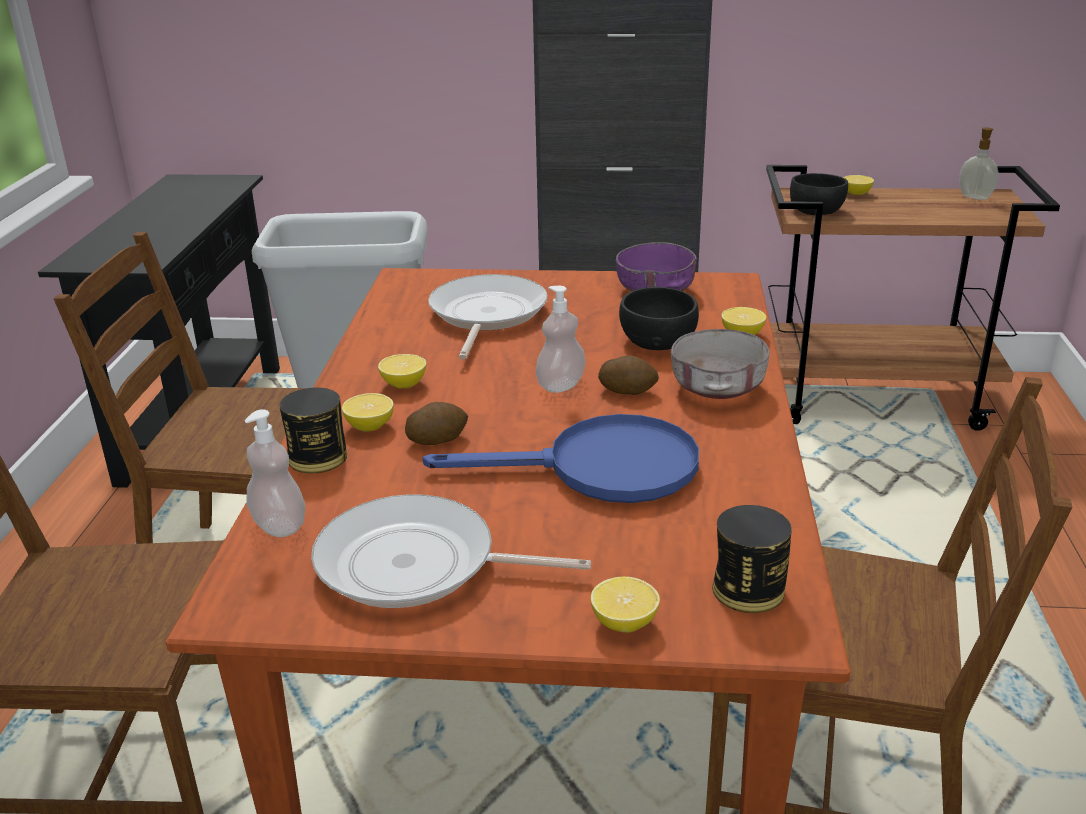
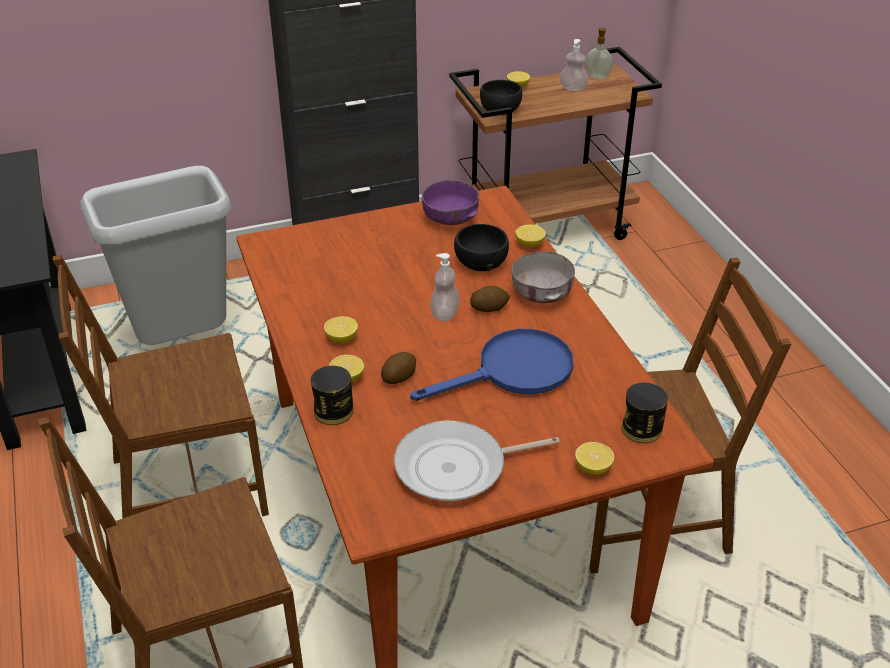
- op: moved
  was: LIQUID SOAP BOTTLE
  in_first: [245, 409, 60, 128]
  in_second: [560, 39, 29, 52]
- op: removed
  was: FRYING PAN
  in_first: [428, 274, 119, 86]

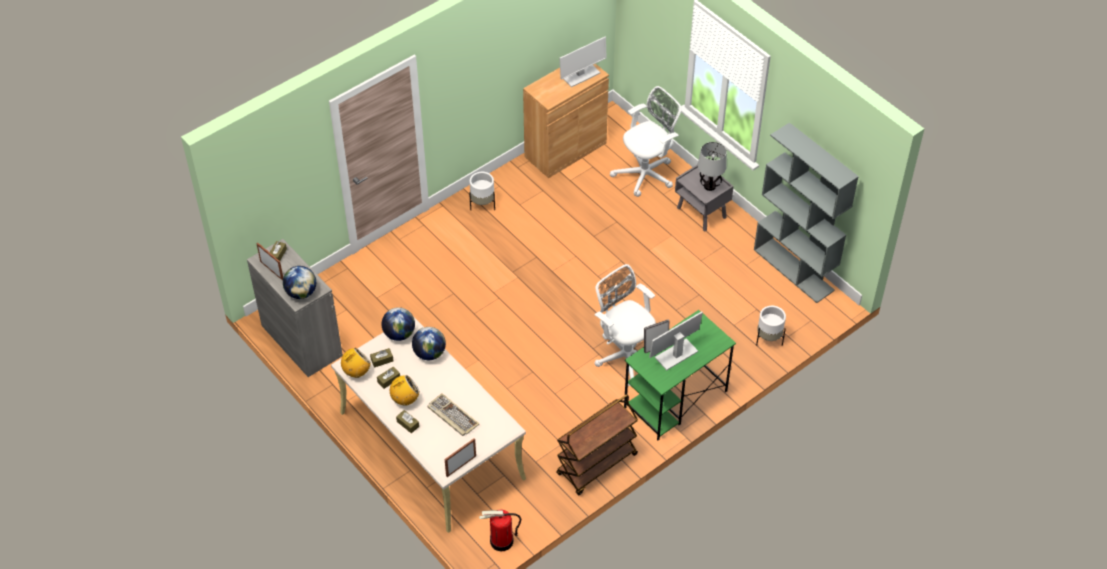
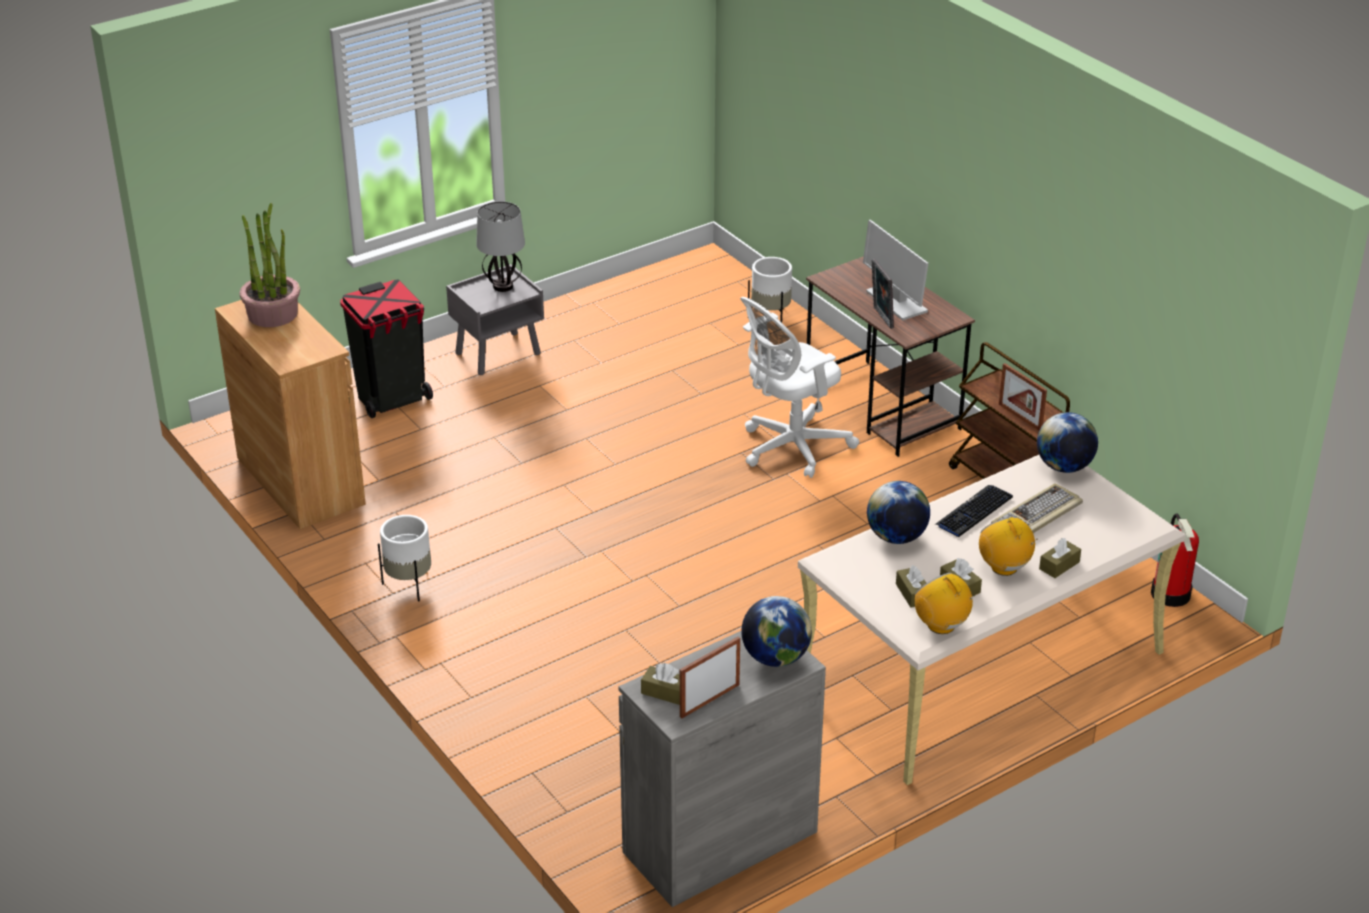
- op: moved
  was: GLOBE
  in_first: [382, 307, 33, 34]
  in_second: [1037, 412, 61, 61]
- op: moved
  was: PICTURE FRAME
  in_first: [445, 439, 31, 38]
  in_second: [999, 363, 48, 68]
- op: replaced
  was: COMPUTER SCREEN
  now: PLANT IN A POT
  in_first: [559, 37, 48, 50]
  in_second: [240, 203, 60, 124]
- op: replaced
  was: WHITE-COLOURED COMPUTER CHAIR
  now: BLACK WASTE BIN
  in_first: [609, 86, 73, 111]
  in_second: [340, 279, 93, 139]
- op: recoloured
  was: GREEN DESK TABLE
  now: BROWN DESK TABLE
  in_first: [624, 310, 112, 131]
  in_second: [806, 256, 169, 201]
- op: removed
  was: GREYISH BOOKCASE
  in_first: [754, 122, 105, 181]
- op: added
  now: KEYBOARD
  in_second: [935, 485, 78, 52]

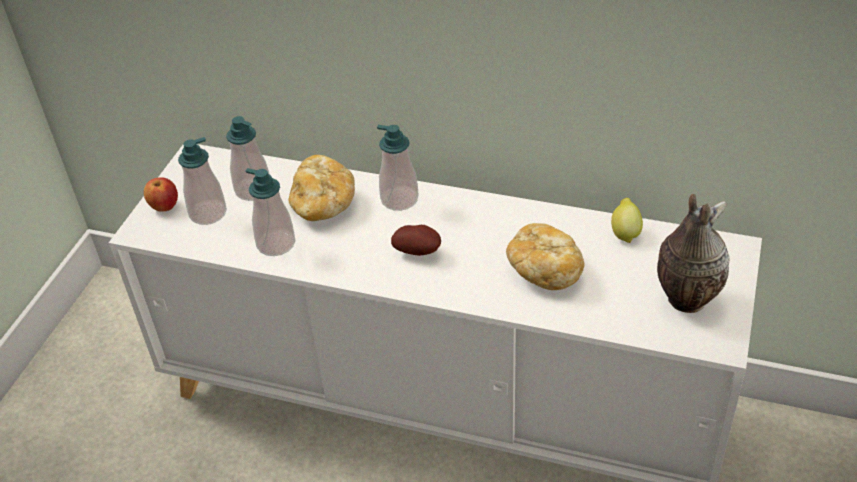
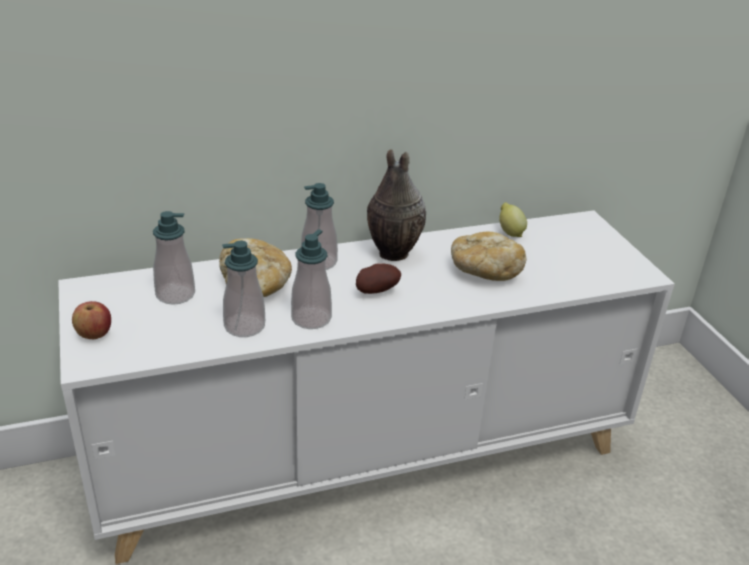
- op: moved
  was: LIQUID SOAP BOTTLE
  in_first: [178, 137, 49, 88]
  in_second: [291, 229, 41, 100]
- op: moved
  was: DECORATIVE VASE
  in_first: [657, 194, 72, 119]
  in_second: [367, 149, 59, 112]

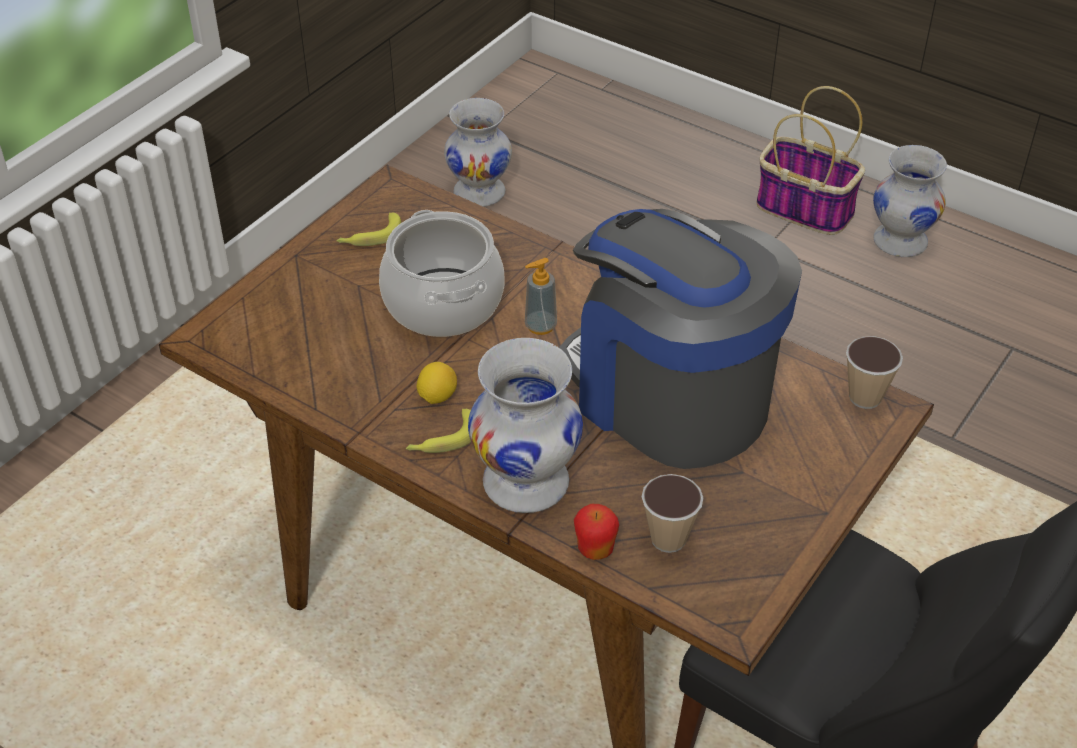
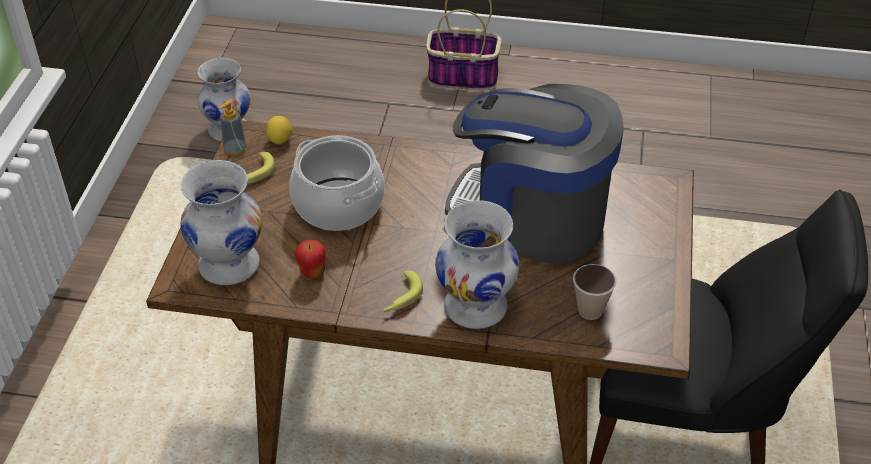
- op: moved
  was: WHOLE LEMON
  in_first: [417, 362, 40, 42]
  in_second: [266, 116, 26, 28]
- op: moved
  was: LIQUID SOAP BOTTLE
  in_first: [525, 258, 32, 77]
  in_second: [219, 99, 28, 57]
- op: moved
  was: APPLE FRUIT
  in_first: [574, 504, 45, 56]
  in_second: [295, 240, 31, 39]
- op: removed
  was: DRINKING CUP
  in_first: [846, 336, 57, 73]
- op: moved
  was: WHITE-COLOURED DECORATIVE VASE
  in_first: [873, 145, 74, 112]
  in_second: [180, 160, 83, 125]

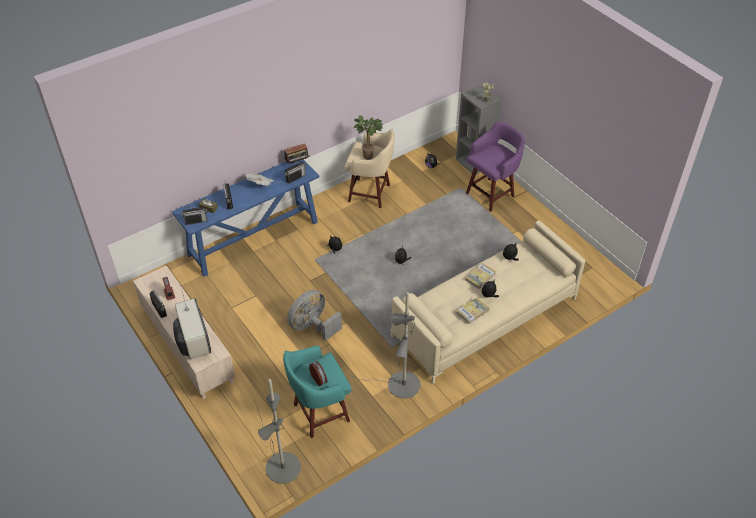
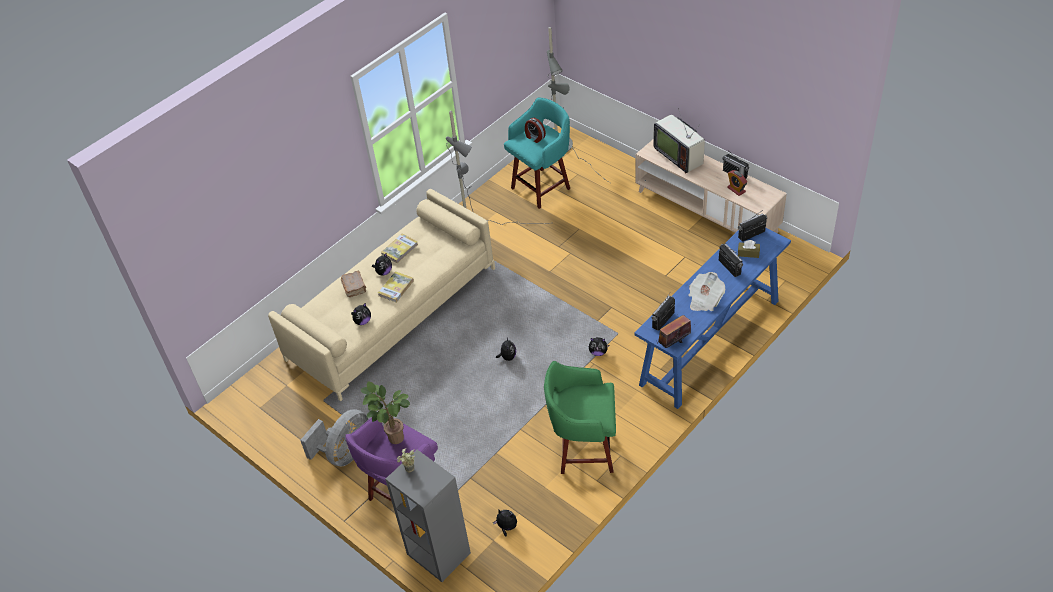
- op: moved
  was: GREYISH COOLING FAN
  in_first: [287, 290, 55, 51]
  in_second: [300, 409, 69, 57]
- op: recoloured
  was: SAND-COLOURED STOOL
  now: GREEN STOOL
  in_first: [345, 129, 50, 79]
  in_second: [544, 361, 72, 113]
- op: moved
  was: PLANT IN A POT
  in_first: [354, 115, 29, 45]
  in_second: [360, 382, 50, 62]
- op: added
  now: BROWN BOUND BOOK
  in_second: [341, 271, 25, 26]

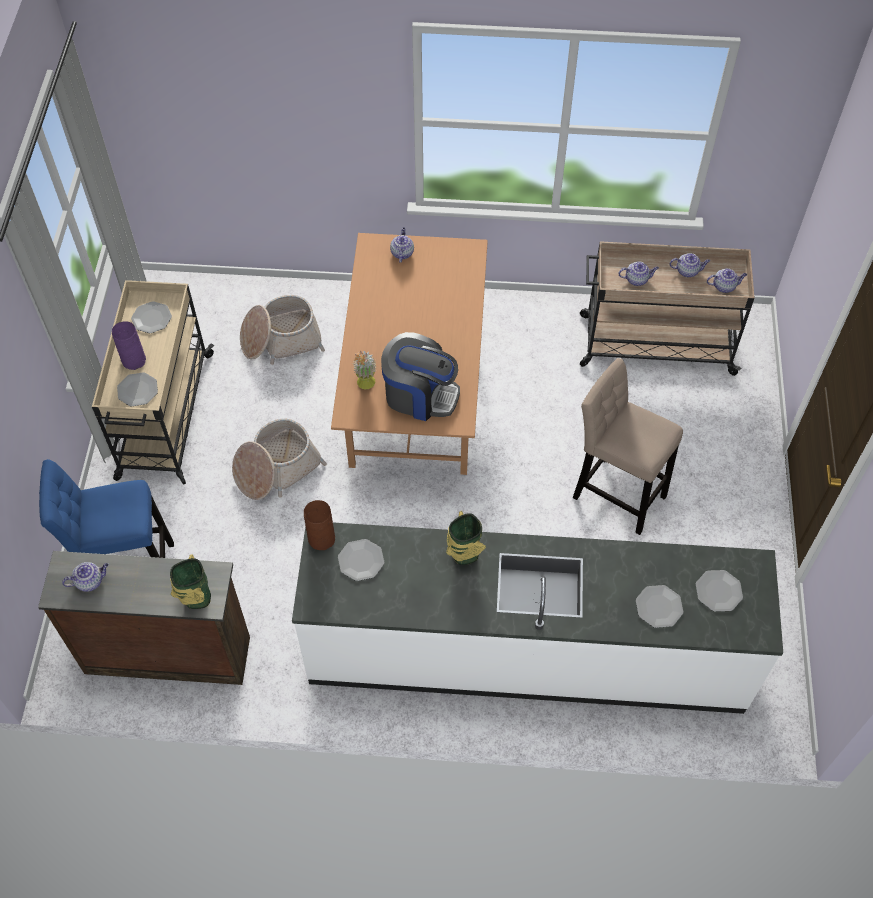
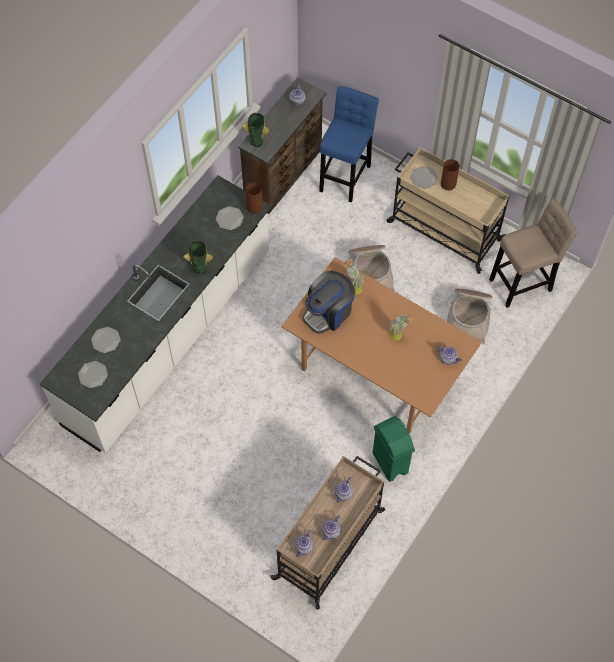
- op: recoloured
  was: PURPLE-COLOURED DECORATIVE VASE
  now: BROWN DECORATIVE VASE
  in_first: [112, 321, 34, 49]
  in_second: [441, 159, 18, 32]
- op: removed
  was: FLAT DISH
  in_first: [131, 301, 41, 32]
- op: moved
  was: SAND-COLOURED STOOL
  in_first: [573, 358, 110, 177]
  in_second: [489, 198, 89, 110]
- op: added
  now: GREEN WASTE BIN
  in_second: [373, 416, 42, 66]
- op: added
  now: PLANT IN A POT
  in_second: [389, 315, 24, 26]

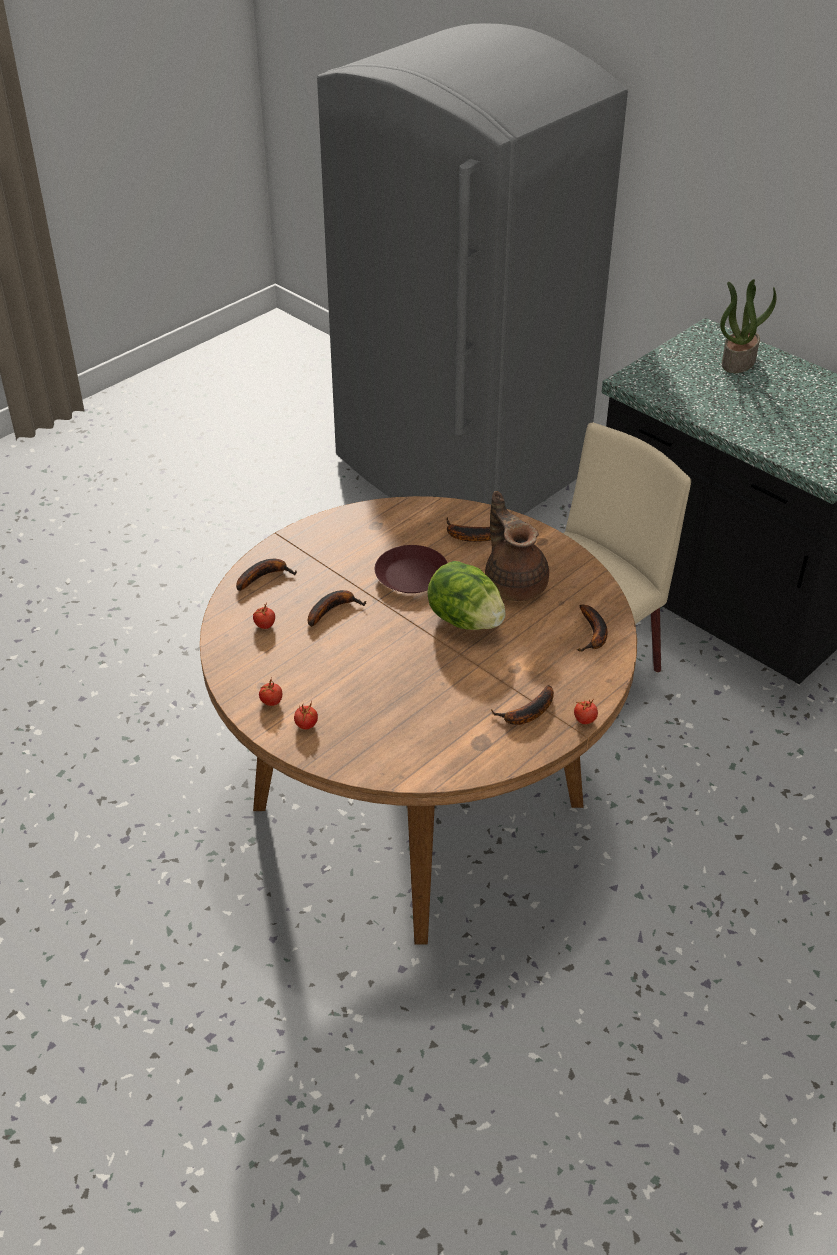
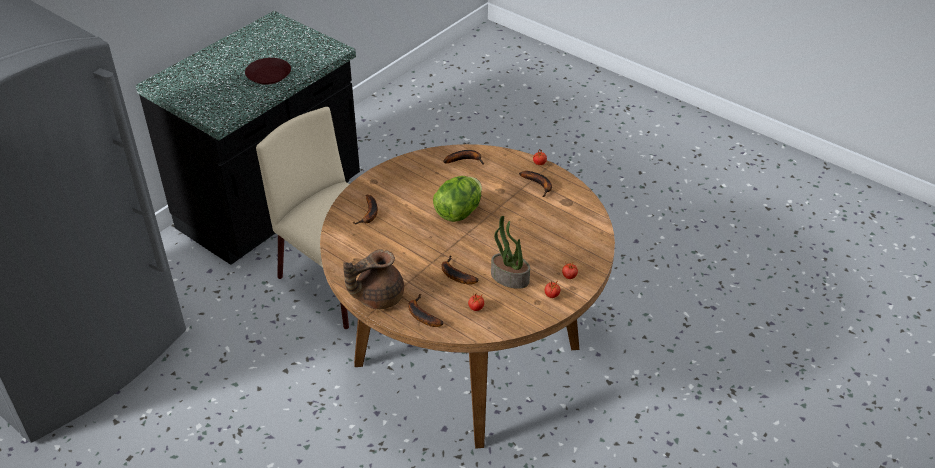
- op: moved
  was: BROWN FLAT DISH
  in_first: [375, 545, 73, 48]
  in_second: [245, 58, 46, 27]
- op: moved
  was: BROWN TEAPOT
  in_first: [485, 491, 64, 110]
  in_second: [343, 249, 61, 60]
- op: moved
  was: PLANT IN A POT
  in_first: [720, 279, 56, 94]
  in_second: [491, 216, 39, 73]

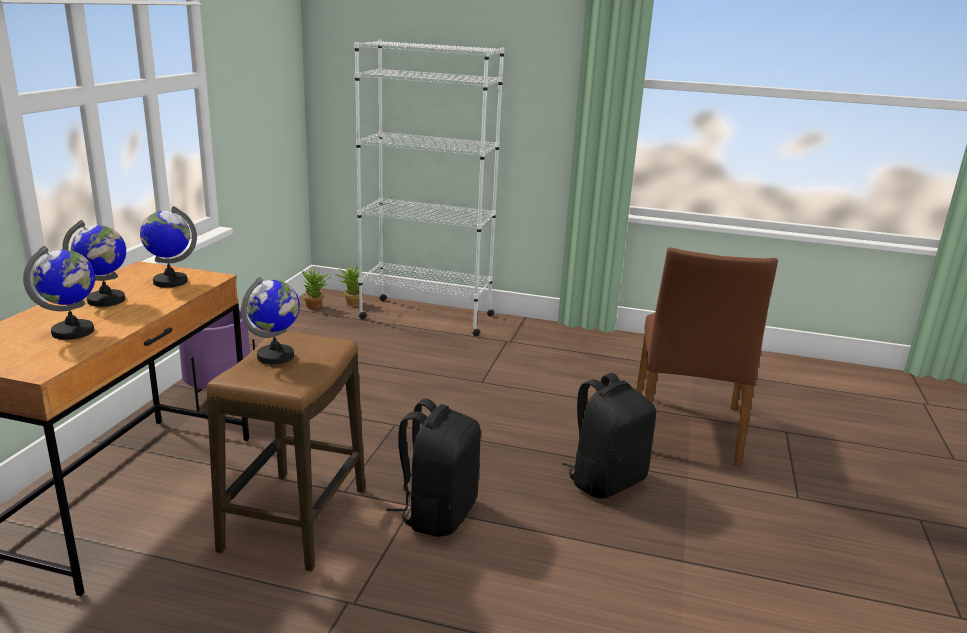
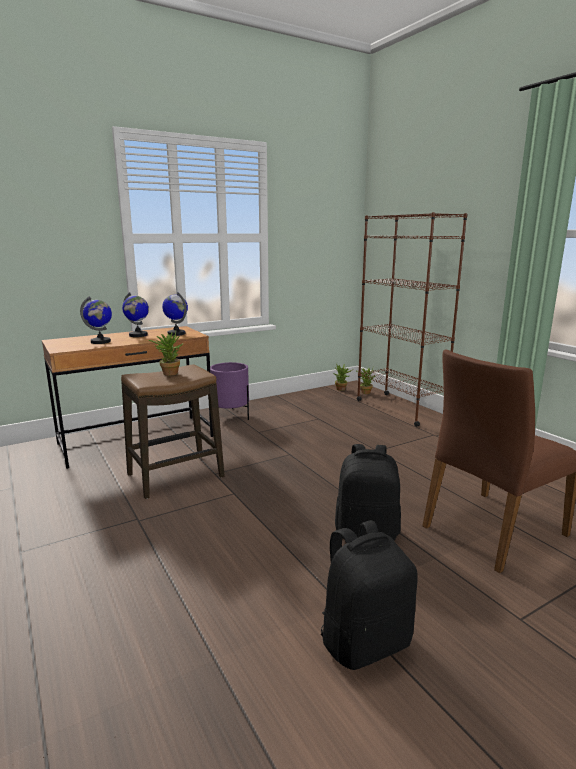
- op: replaced
  was: GLOBE
  now: PLANT IN A POT
  in_first: [241, 277, 59, 87]
  in_second: [149, 330, 35, 45]
- op: recoloured
  was: WHITE-COLOURED BOOKCASE
  now: BROWN BOOKCASE
  in_first: [354, 40, 151, 296]
  in_second: [357, 212, 110, 215]
- op: moved
  was: BLACK RUCKSACK
  in_first: [386, 399, 95, 138]
  in_second: [321, 520, 97, 150]

